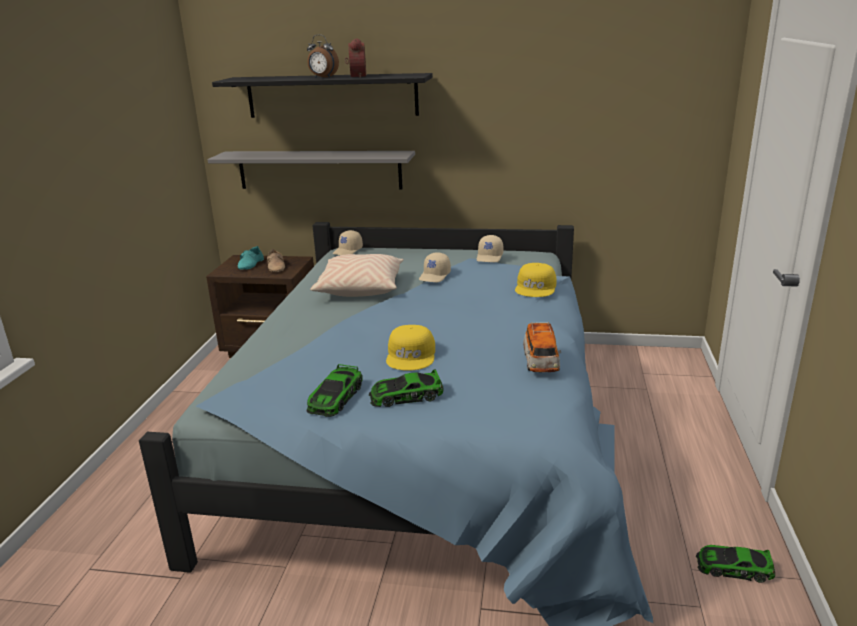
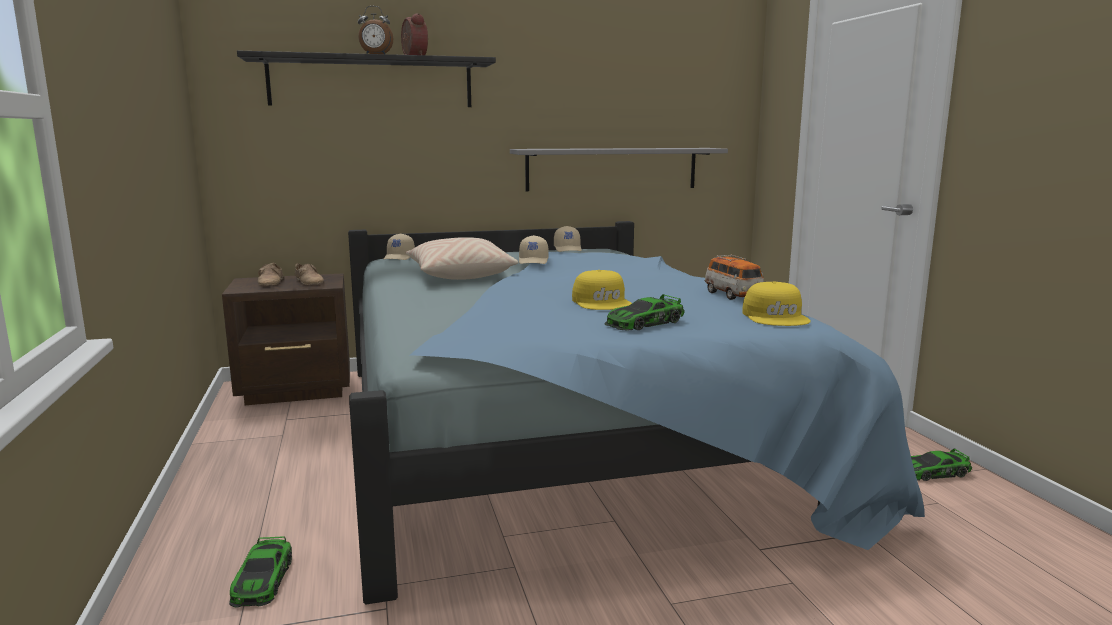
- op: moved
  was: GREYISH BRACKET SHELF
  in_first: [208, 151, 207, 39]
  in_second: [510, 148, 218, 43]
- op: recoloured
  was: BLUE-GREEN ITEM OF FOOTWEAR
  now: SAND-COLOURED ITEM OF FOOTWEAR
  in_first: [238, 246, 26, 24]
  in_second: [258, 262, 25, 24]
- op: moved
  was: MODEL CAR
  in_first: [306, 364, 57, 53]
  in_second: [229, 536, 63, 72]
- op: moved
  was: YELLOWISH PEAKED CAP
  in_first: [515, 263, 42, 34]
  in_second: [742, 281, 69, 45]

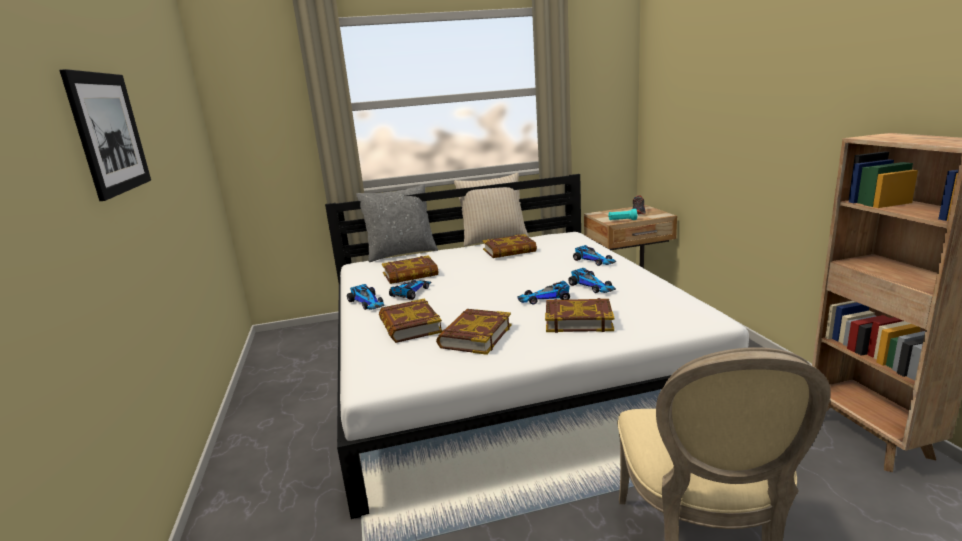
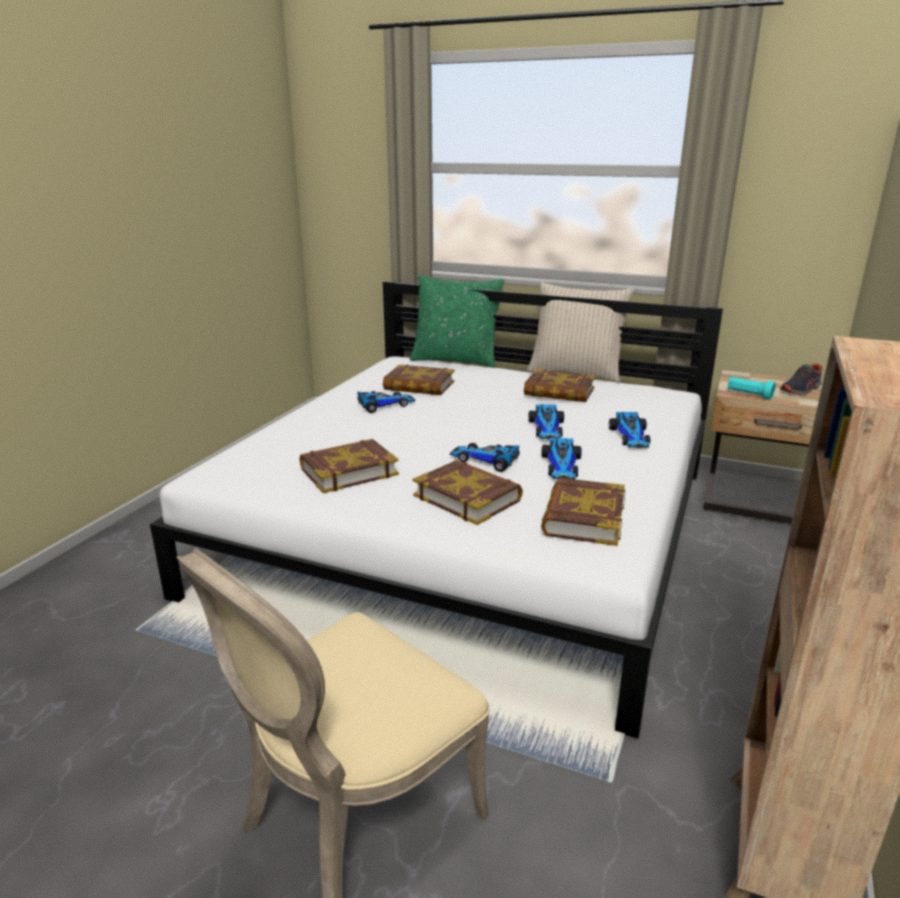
- op: removed
  was: PICTURE
  in_first: [59, 69, 92, 132]
- op: moved
  was: MODEL CAR
  in_first: [347, 284, 37, 26]
  in_second: [528, 405, 36, 34]
- op: recoloured
  was: GREYISH PILLOW
  now: GREEN PILLOW
  in_first: [356, 184, 82, 78]
  in_second: [410, 275, 94, 93]
- op: moved
  was: BOUND BOOK
  in_first: [379, 299, 64, 44]
  in_second: [541, 478, 84, 68]

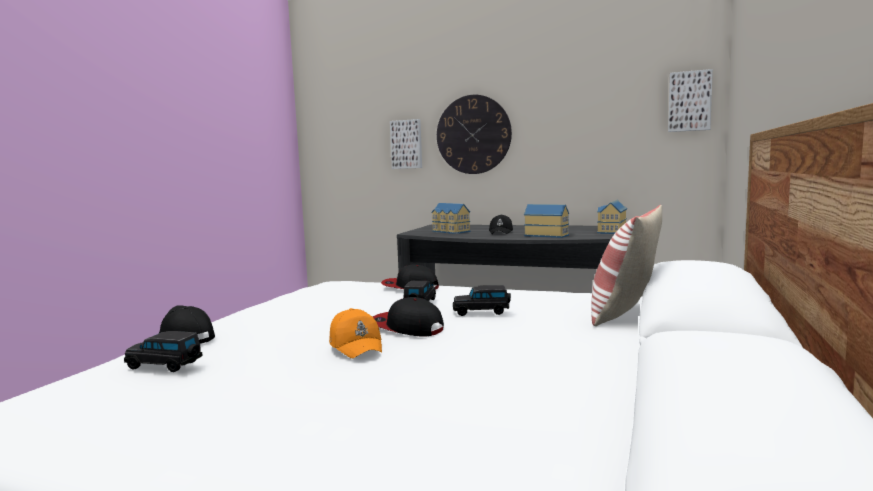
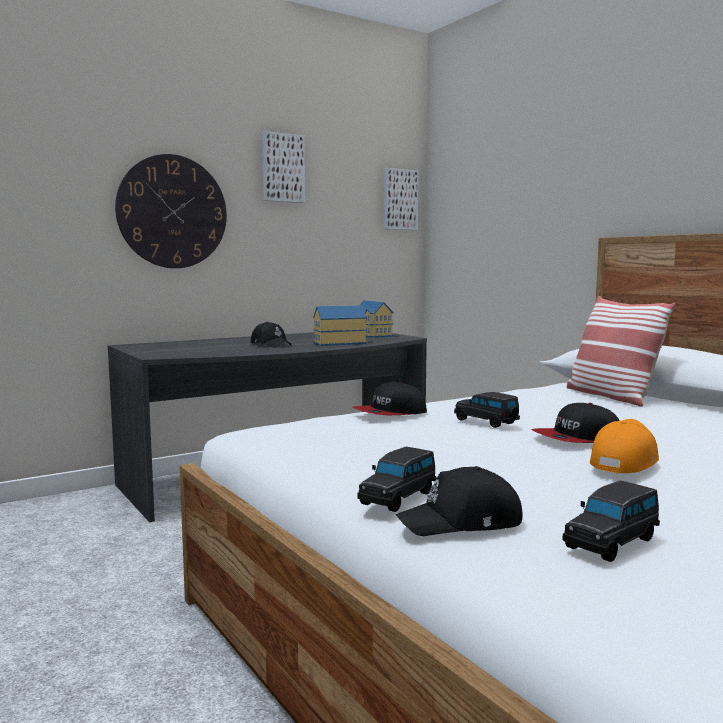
- op: turned
  was: ORANGE-COLOURED PEAKED CAP
  in_first: [329, 308, 53, 50]
  in_second: [590, 419, 69, 54]
  clockwise: -60
- op: moved
  was: PICTURE
  in_first: [390, 119, 32, 50]
  in_second: [262, 131, 43, 72]
- op: removed
  was: MODEL HOUSE
  in_first: [431, 203, 40, 31]
- op: moved
  was: BLACK MODEL CAR
  in_first: [453, 285, 58, 31]
  in_second: [357, 447, 79, 65]

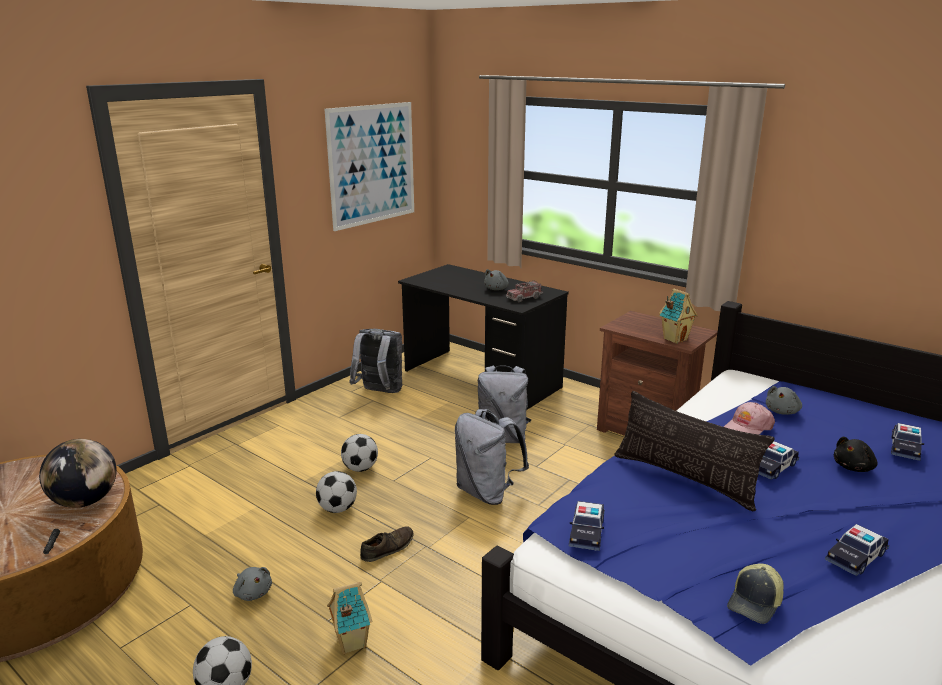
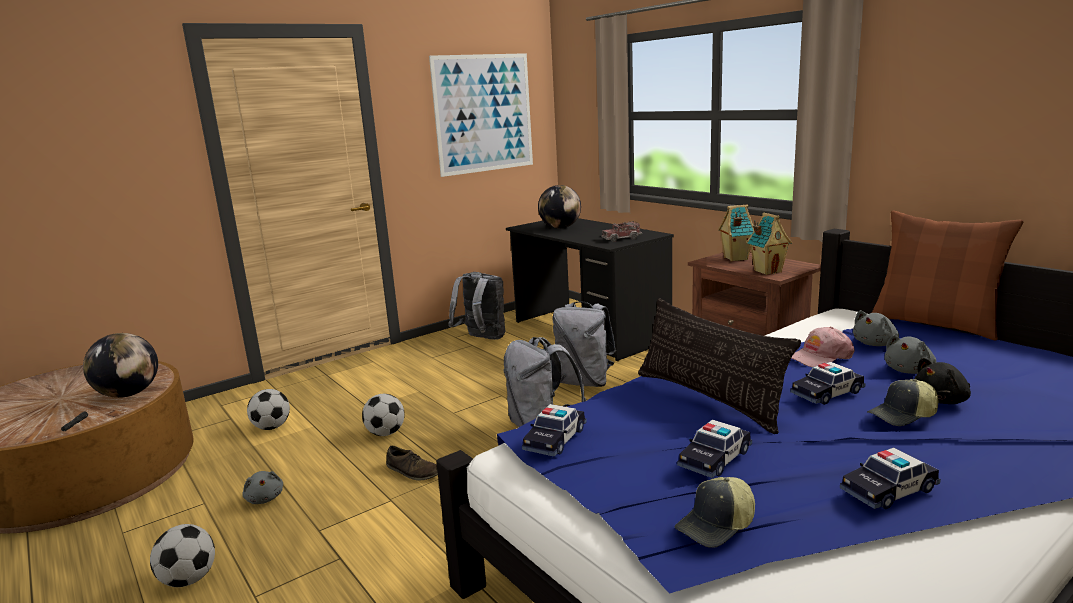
- op: moved
  was: MODEL HOUSE
  in_first: [327, 582, 45, 72]
  in_second: [718, 204, 36, 57]
- op: moved
  was: FOOTBALL BALL
  in_first: [341, 434, 37, 38]
  in_second: [247, 389, 43, 41]
- op: turned
  was: BROWN ITEM OF FOOTWEAR
  in_first: [360, 526, 54, 36]
  in_second: [386, 446, 52, 35]
  clockwise: 60
- op: moved
  was: GREYISH PLUSH TOY
  in_first: [484, 269, 25, 21]
  in_second: [884, 335, 53, 39]
- op: moved
  was: MODEL CAR
  in_first: [891, 423, 33, 38]
  in_second: [677, 419, 75, 59]
- op: added
  now: GLOBE
  in_second: [538, 185, 43, 43]
- op: added
  now: PEAKED CAP
  in_second: [867, 379, 71, 47]
- op: added
  now: BROWN PILLOW
  in_second: [872, 210, 152, 130]

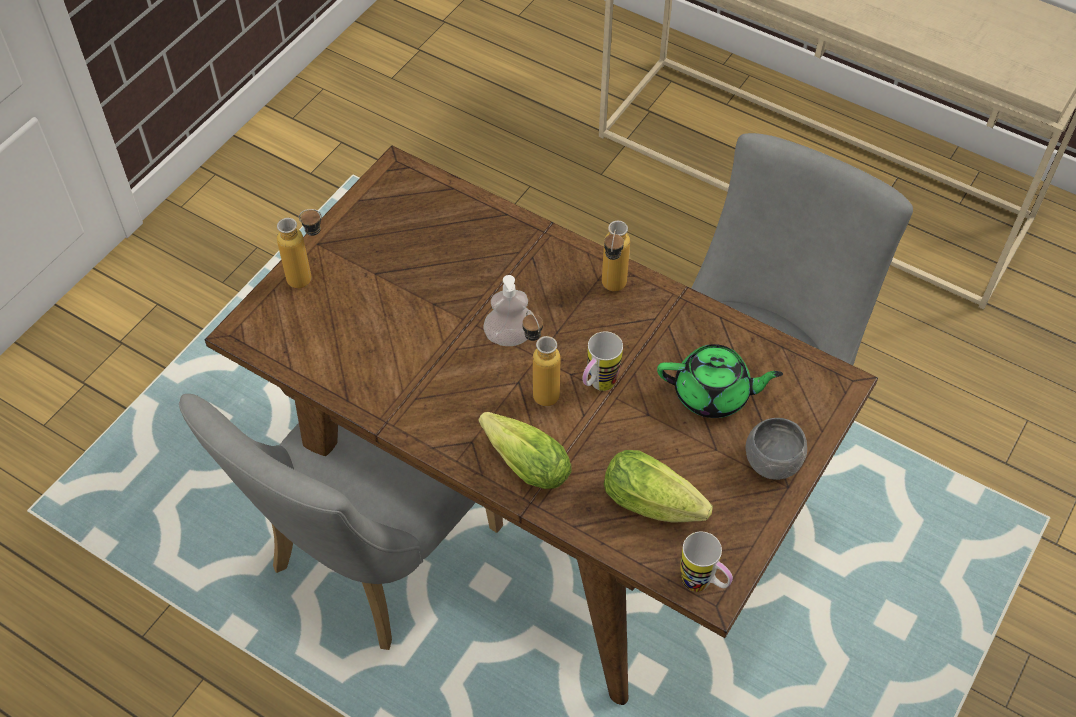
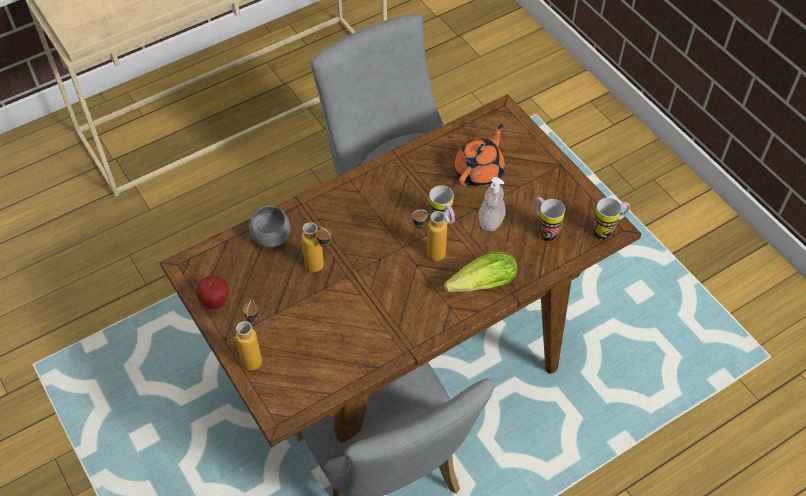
- op: moved
  was: LIQUID SOAP BOTTLE
  in_first: [483, 275, 48, 71]
  in_second: [479, 177, 27, 54]
- op: moved
  was: BOTTLE
  in_first: [602, 221, 28, 70]
  in_second: [301, 222, 30, 50]
- op: replaced
  was: HEAD OF LETTUCE
  now: MUG
  in_first: [604, 450, 109, 73]
  in_second: [534, 197, 31, 44]
- op: recoloured
  was: GREEN TEAPOT
  now: ORANGE-COLOURED TEAPOT
  in_first: [657, 344, 126, 74]
  in_second: [454, 124, 51, 63]
- op: moved
  was: GREYISH SERVING BOWL
  in_first: [746, 418, 61, 62]
  in_second: [249, 206, 41, 41]
- op: added
  now: APPLE FRUIT
  in_second: [196, 276, 33, 33]

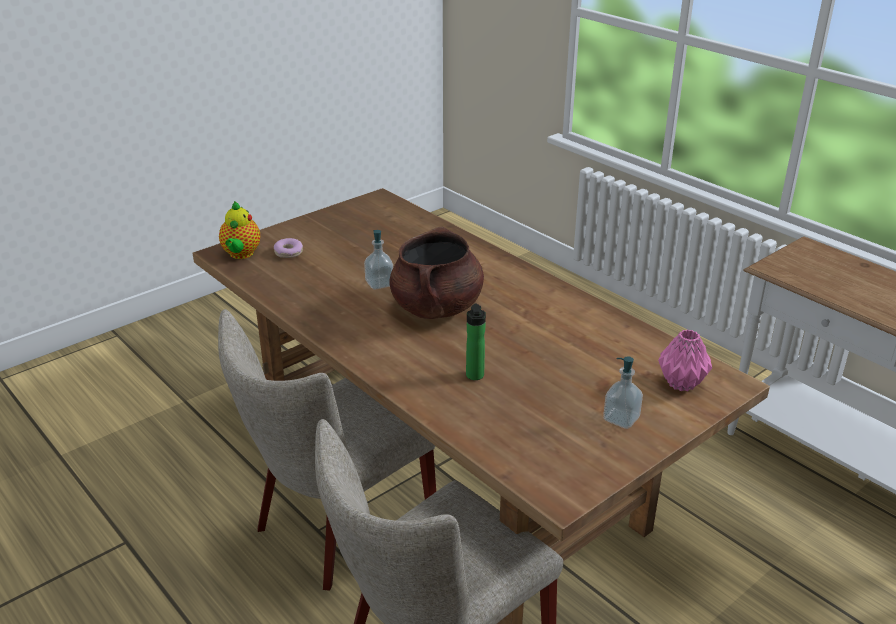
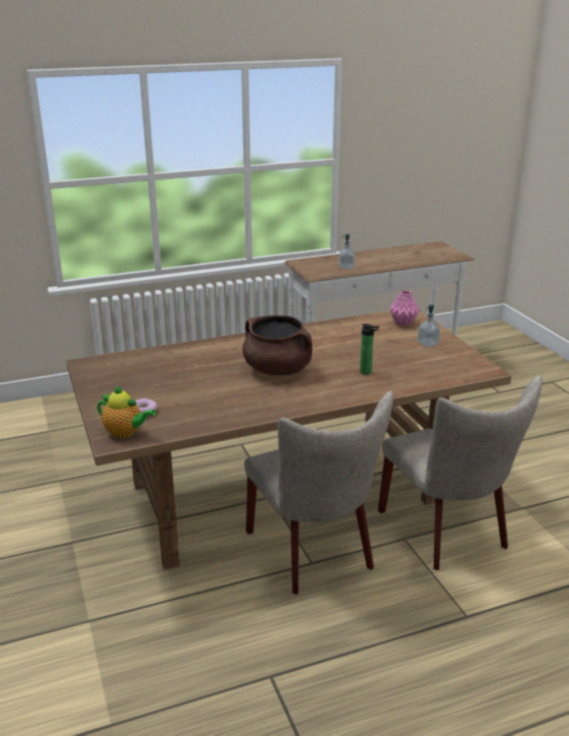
- op: moved
  was: LIQUID SOAP BOTTLE
  in_first: [364, 230, 29, 60]
  in_second: [339, 234, 16, 35]

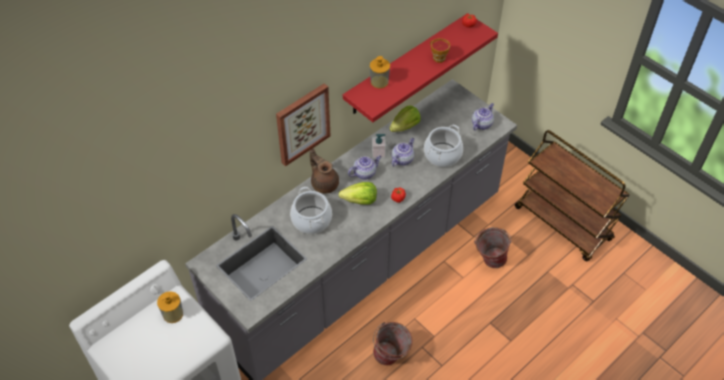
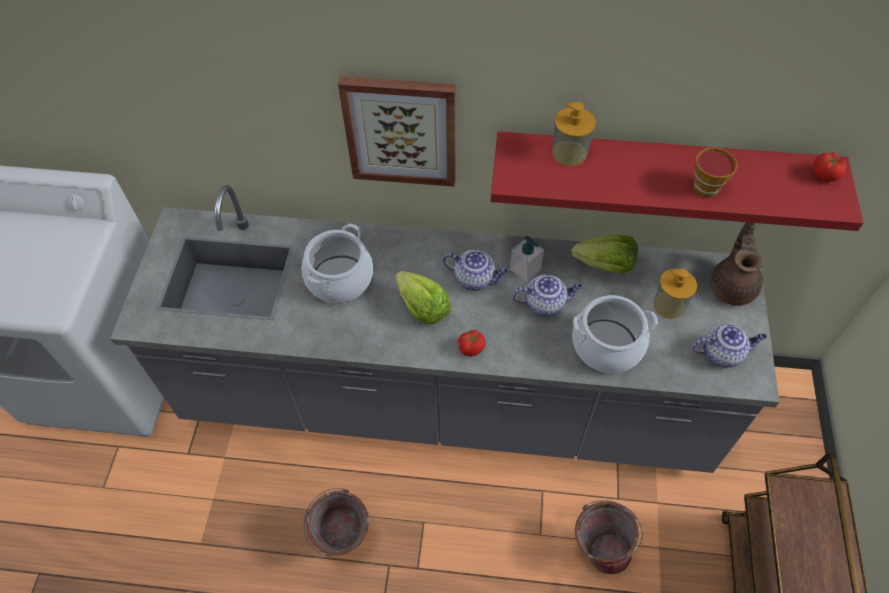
- op: moved
  was: LIQUID SOAP BOTTLE
  in_first: [157, 291, 26, 32]
  in_second: [654, 268, 43, 51]
- op: moved
  was: BROWN TEAPOT
  in_first: [310, 148, 29, 46]
  in_second: [710, 222, 53, 83]

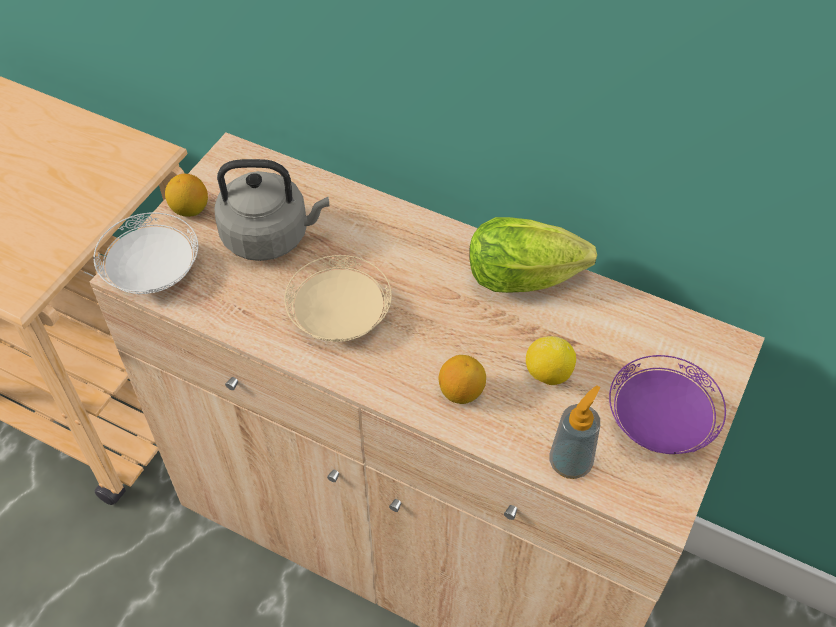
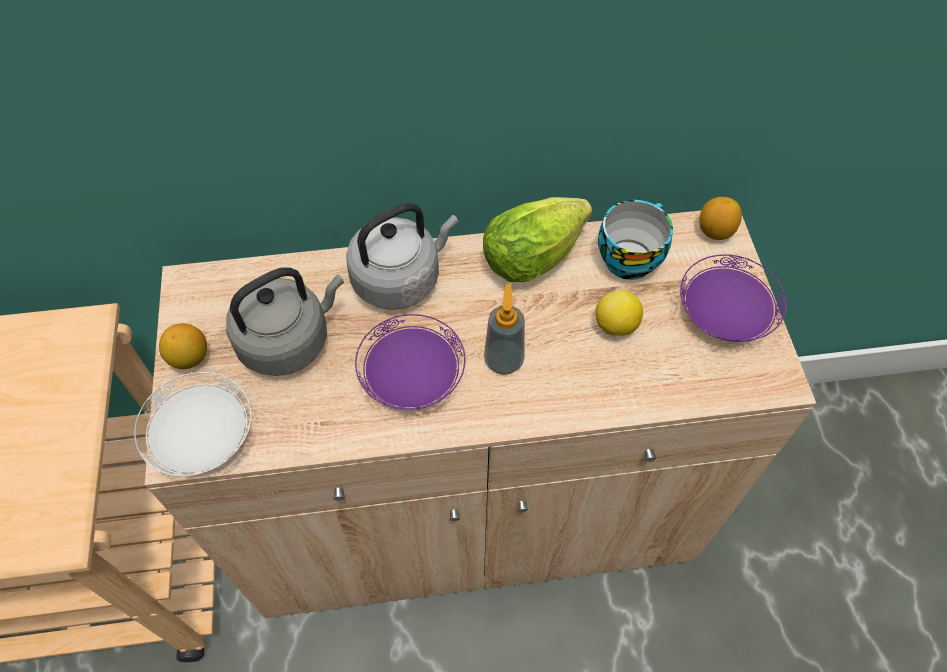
- op: recoloured
  was: SAND-COLOURED FLAT DISH
  now: PURPLE-COLOURED FLAT DISH
  in_first: [284, 255, 108, 87]
  in_second: [355, 314, 110, 96]
- op: moved
  was: WHOLE LEMON
  in_first: [438, 355, 48, 49]
  in_second: [699, 197, 43, 43]
- op: moved
  was: LIQUID SOAP BOTTLE
  in_first: [550, 385, 50, 94]
  in_second: [484, 284, 41, 91]
- op: added
  now: GREYISH KETTLE
  in_second: [346, 203, 112, 107]
- op: added
  now: DRINKING CUP
  in_second: [598, 200, 75, 80]

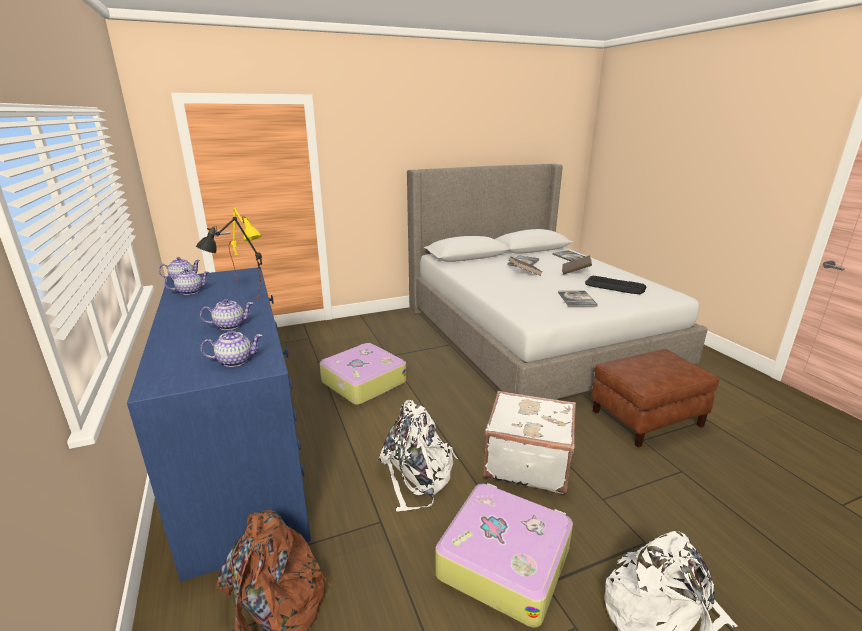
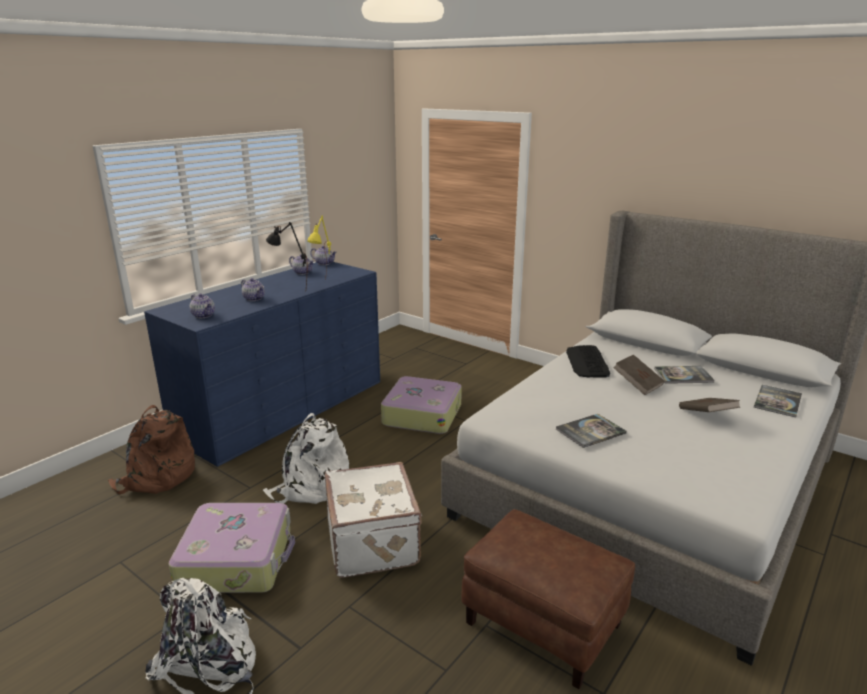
- op: moved
  was: KEYBOARD
  in_first: [585, 276, 62, 18]
  in_second: [566, 345, 44, 33]

